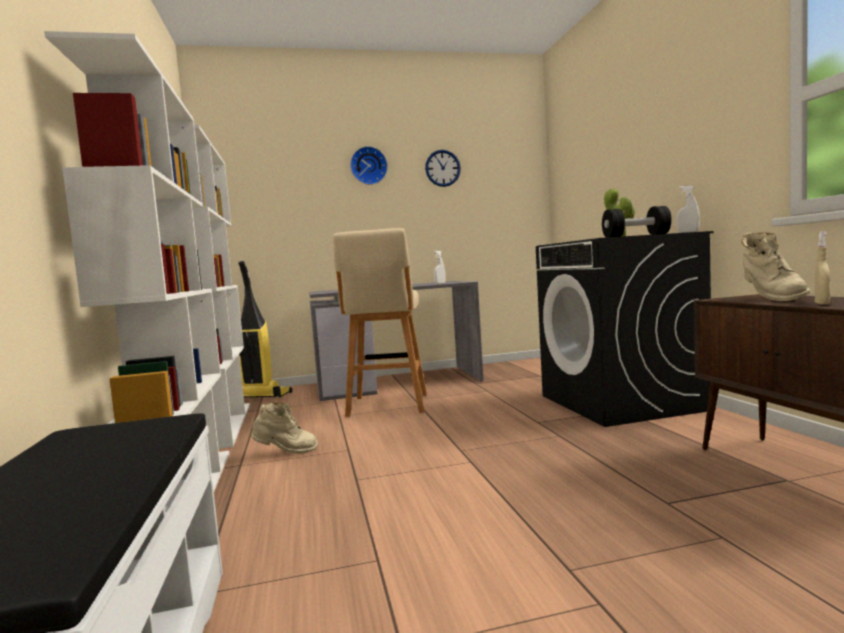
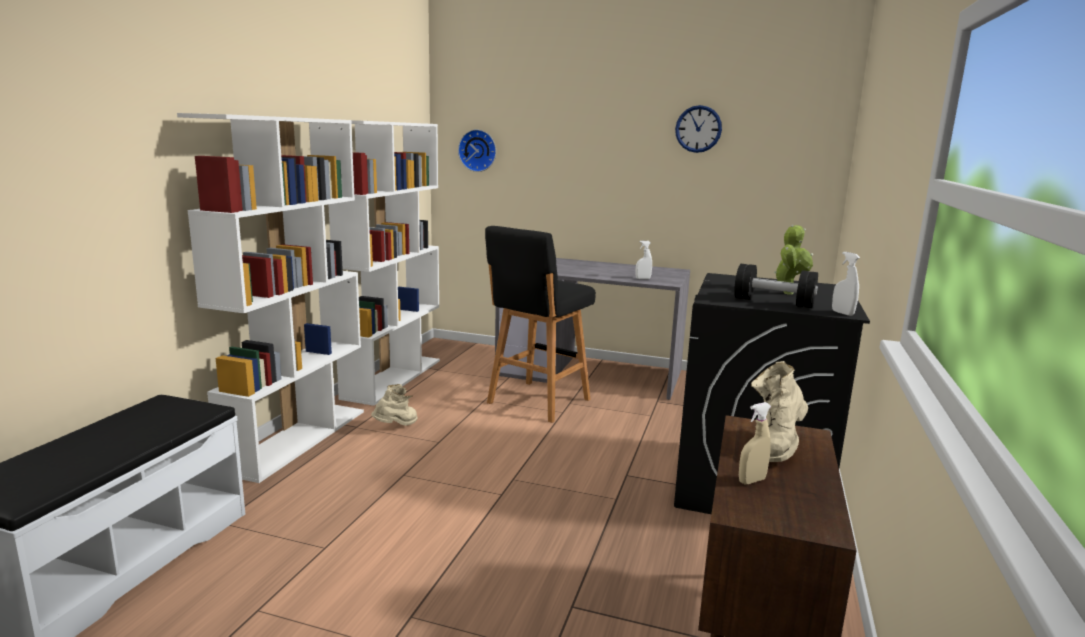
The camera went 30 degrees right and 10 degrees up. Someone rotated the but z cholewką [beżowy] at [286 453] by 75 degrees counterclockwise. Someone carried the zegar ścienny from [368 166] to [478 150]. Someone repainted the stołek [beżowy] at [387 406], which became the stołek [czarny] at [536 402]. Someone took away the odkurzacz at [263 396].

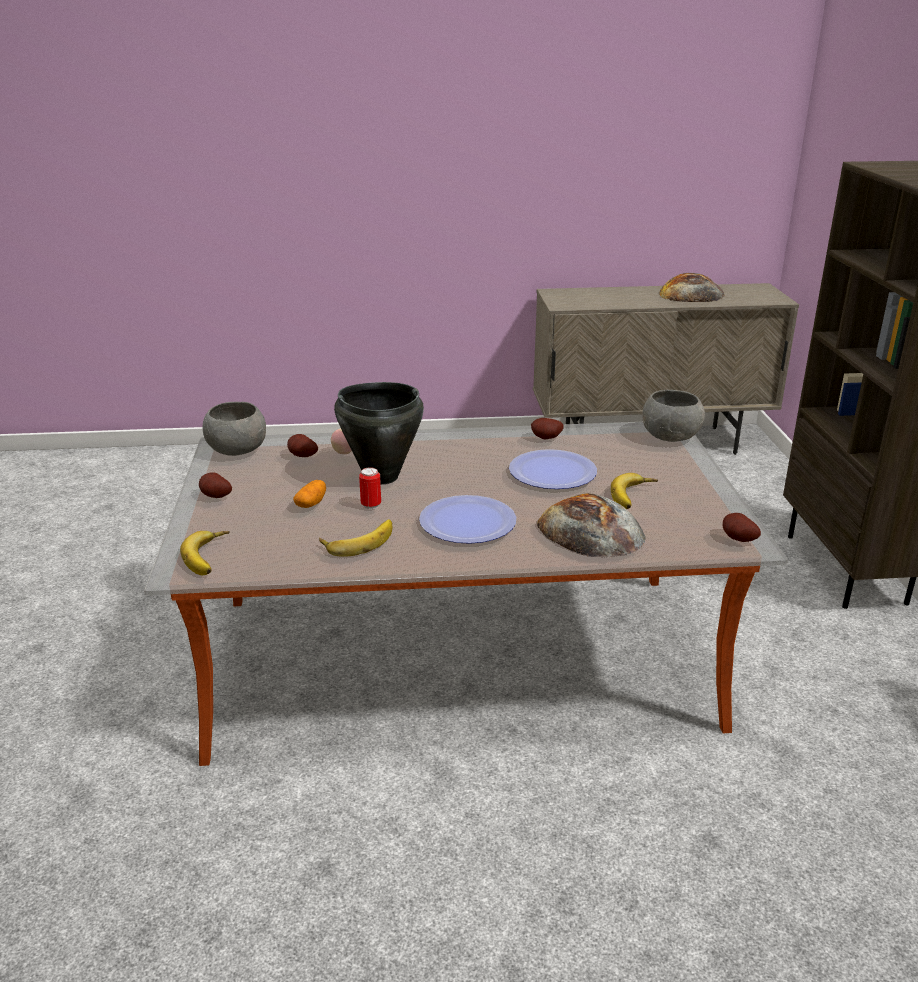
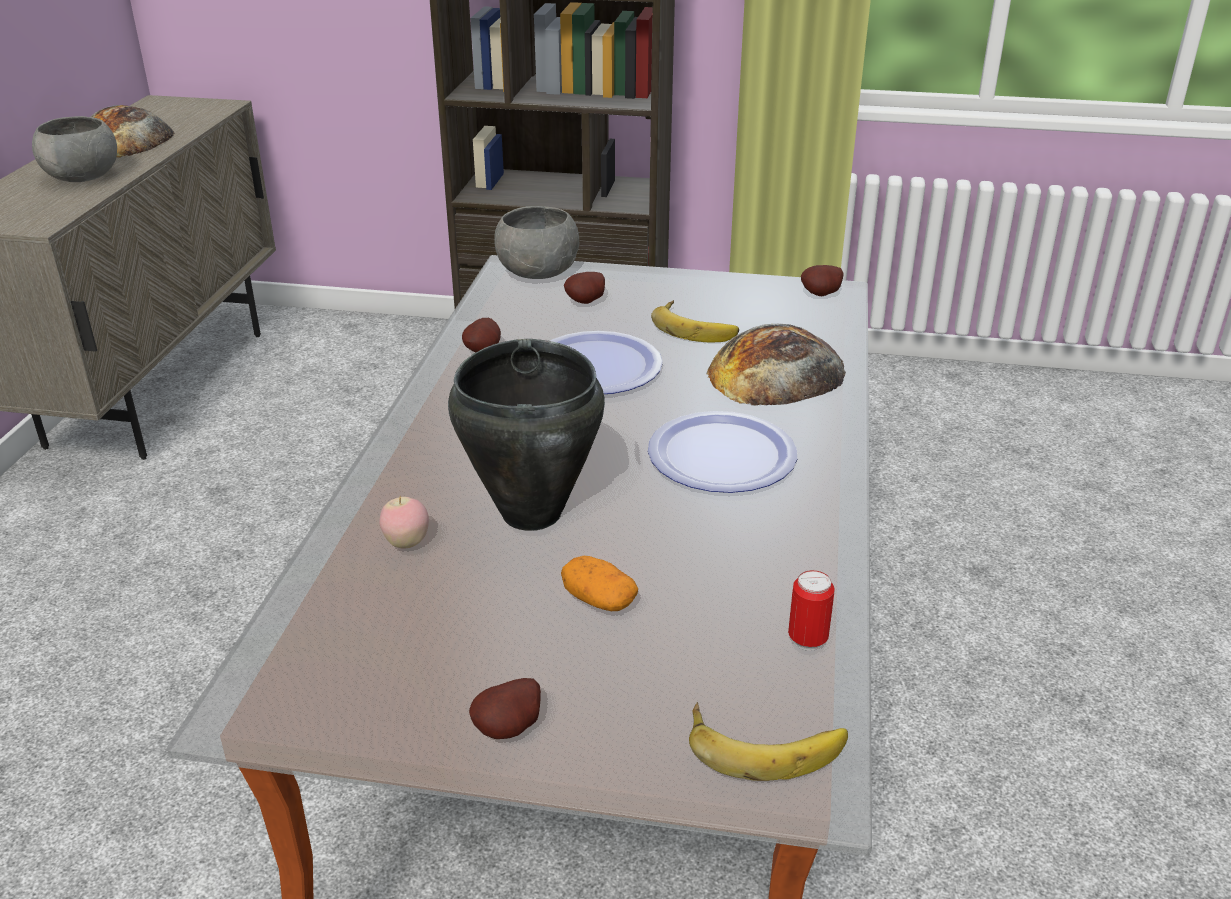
The camera went 75 degrees left and 5 degrees up. Someone carried the miska [szary] from [237 450] to [81 177]. Someone carried the ziemniak from [301 456] to [587 302]. Someone carried the puszka from [371 505] to [807 640]. Someone took away the banan at [358 541].

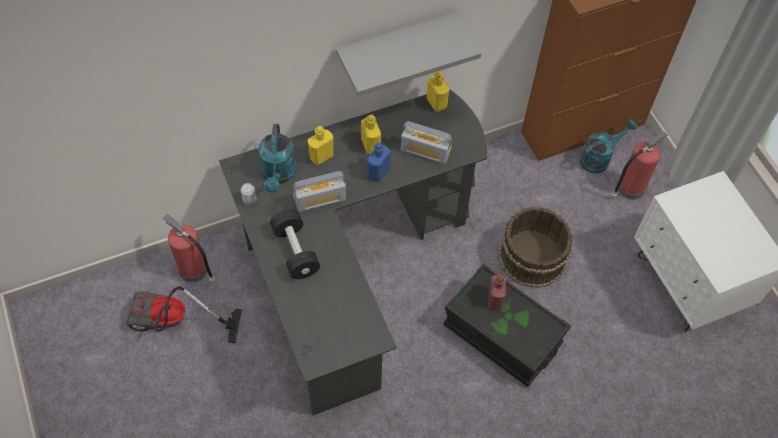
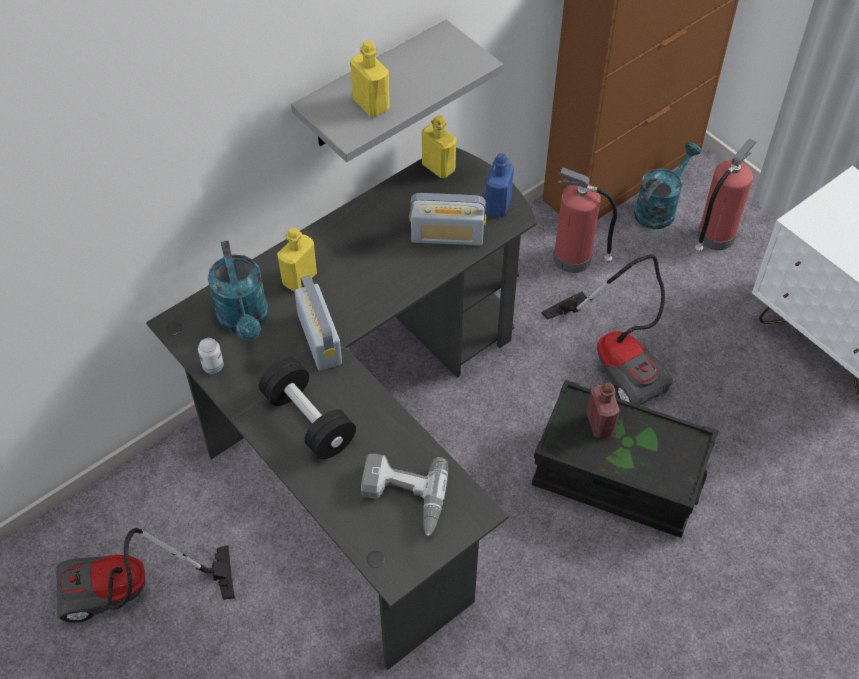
The camera went 15 degrees left and 5 degrees down. Someone rotated the radio at [320 200] by 75 degrees counterclockwise. Someone carried the butelka [żółty] from [370 145] to [371 104]. Someone put down the wiertarka at [403 498]. Someone carried the butelka [niebieski] from [378 172] to [498 205]. Someone swapped the wiadro [brązowy] at [531 257] for the odkurzacz at [618 360]. Someone carried the gaśnica from [194 270] to [574 258].

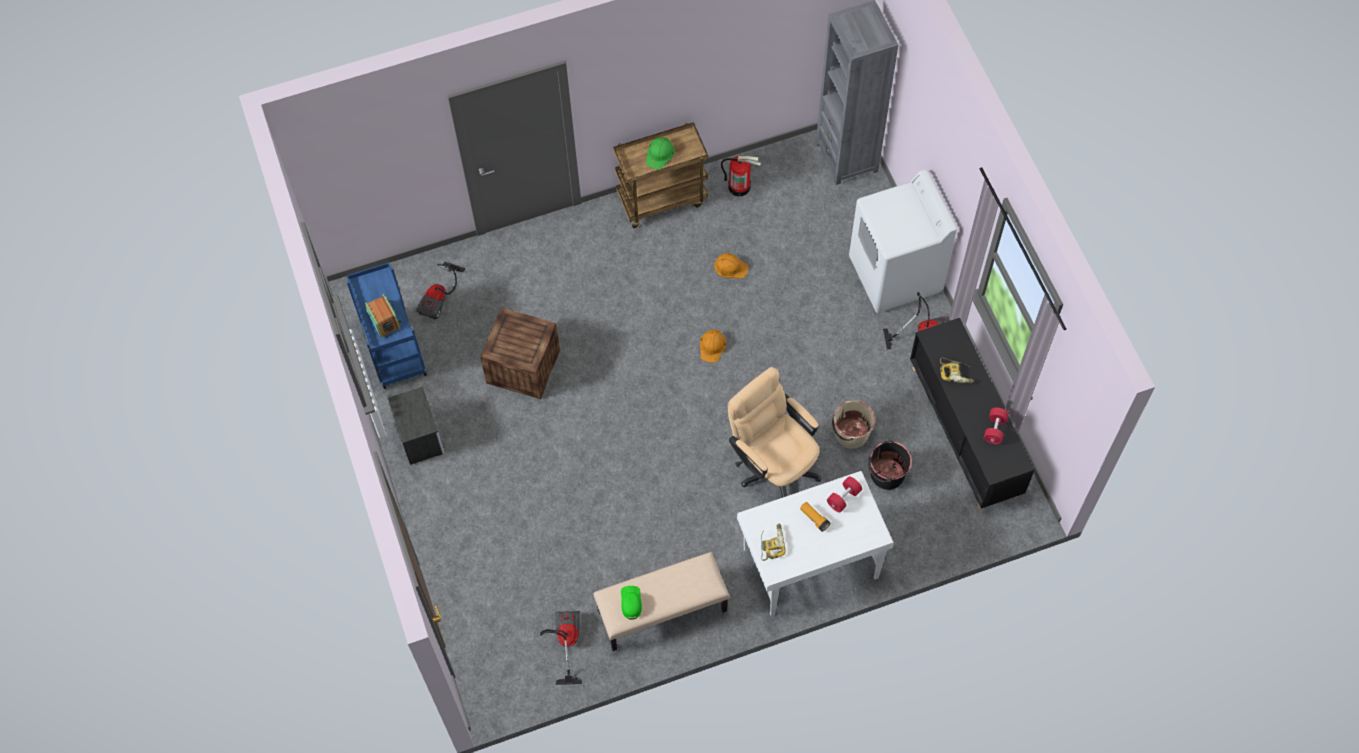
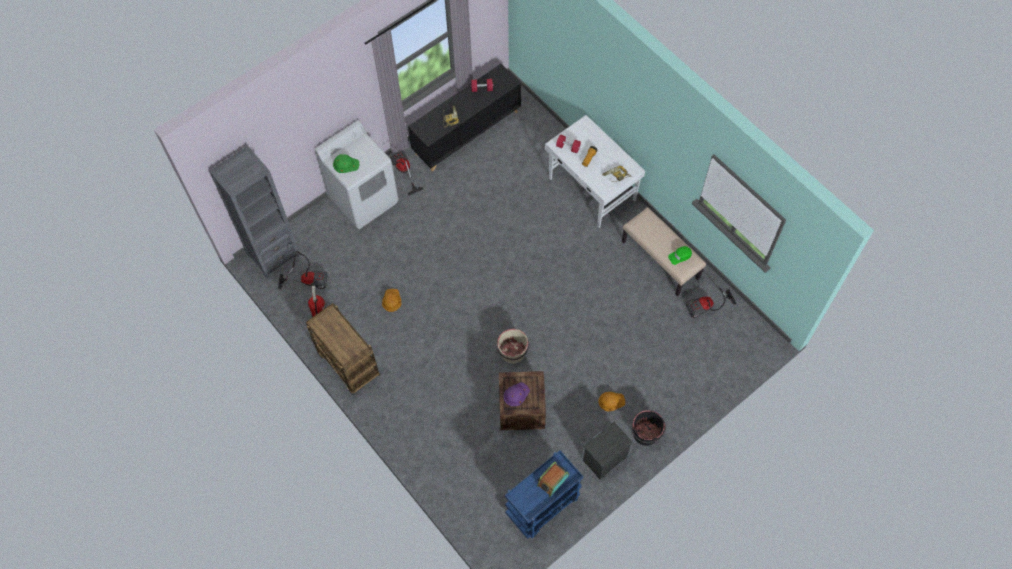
The camera went 110 degrees left and 0 degrees up. Someone carried the odkurzacz from [440 298] to [308 280]. Someone carried the kask [zielony] from [660 153] to [345 164]. Someone carried the wiadro [beżowy] from [851 434] to [513 353]. Someone put down the kask [fioletowy] at [516 394]. Someone carried the kask [pomarańczowy] from [712 346] to [611 401]. Someone carried the wiadro [czarny] from [886 474] to [646 434]. Someone took away the krzesło biurowe [beżowy] at [773 464].

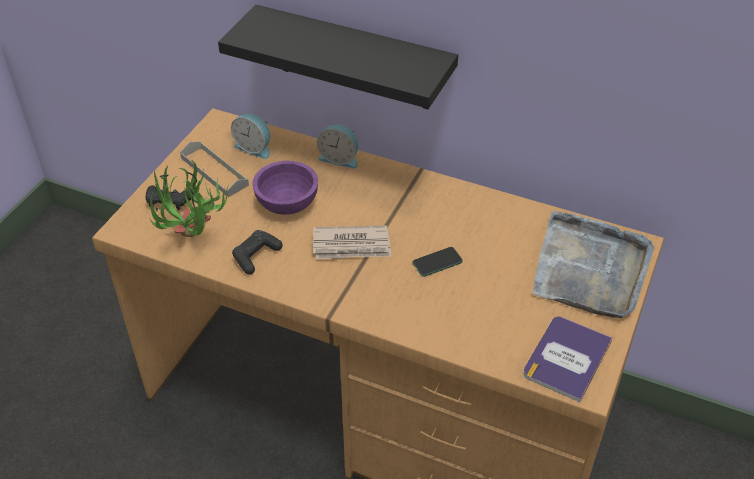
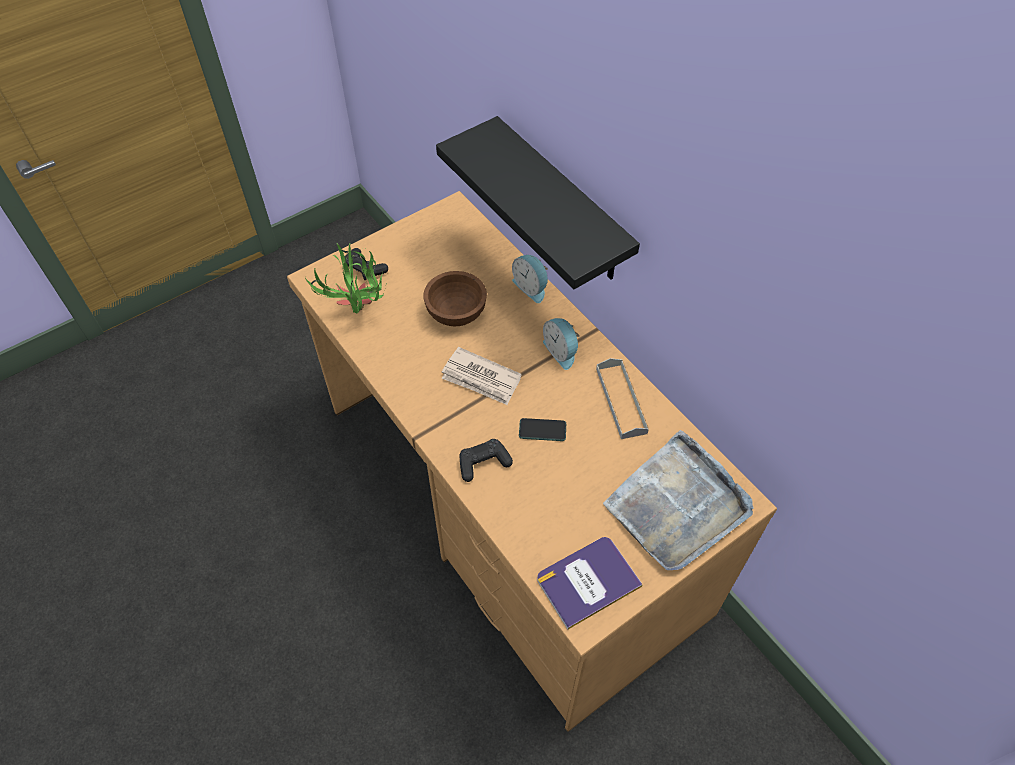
The camera went 30 degrees right and 10 degrees up. Someone repainted the miska [fioletowy] at [286 203], which became the miska [brązowy] at [456 312]. Someone carried the pad do gier [czarny] from [256 256] to [483 463]. Someone carried the budzik from [254 148] to [561 351]. Someone carried the taca [szary] from [214 171] to [621 400].

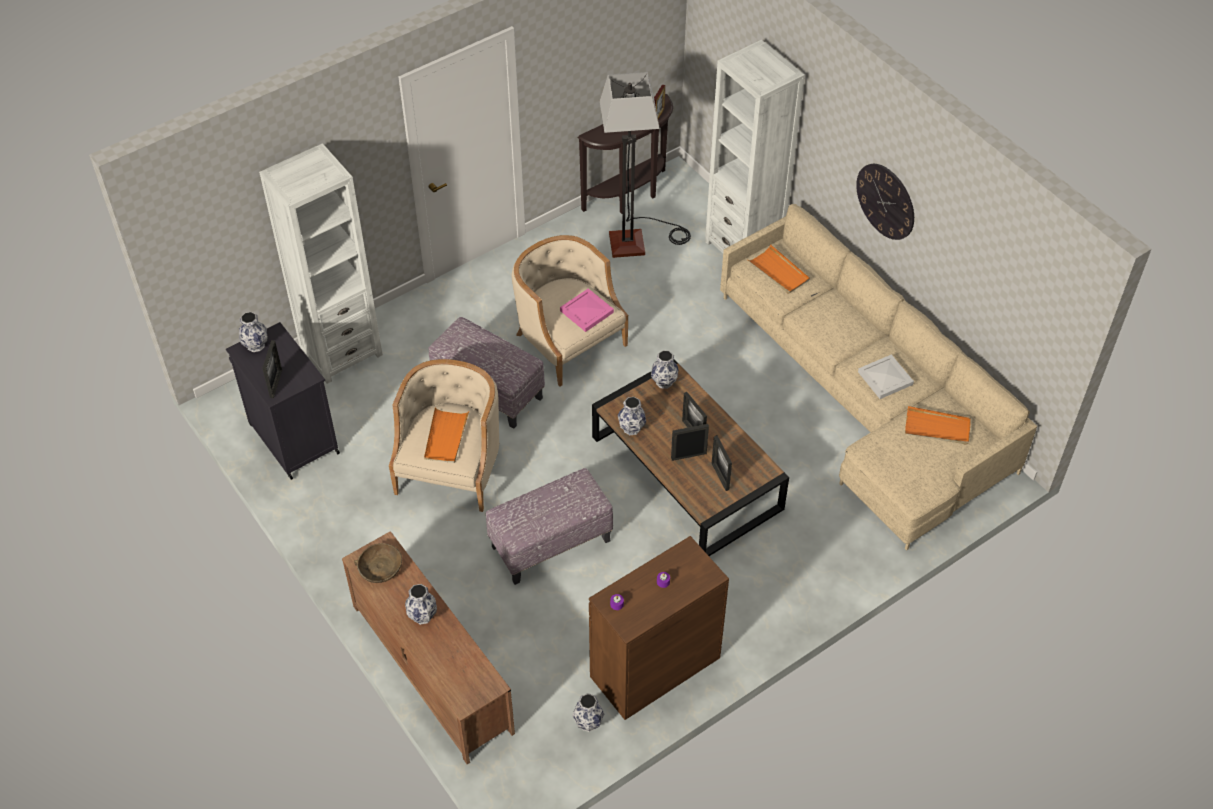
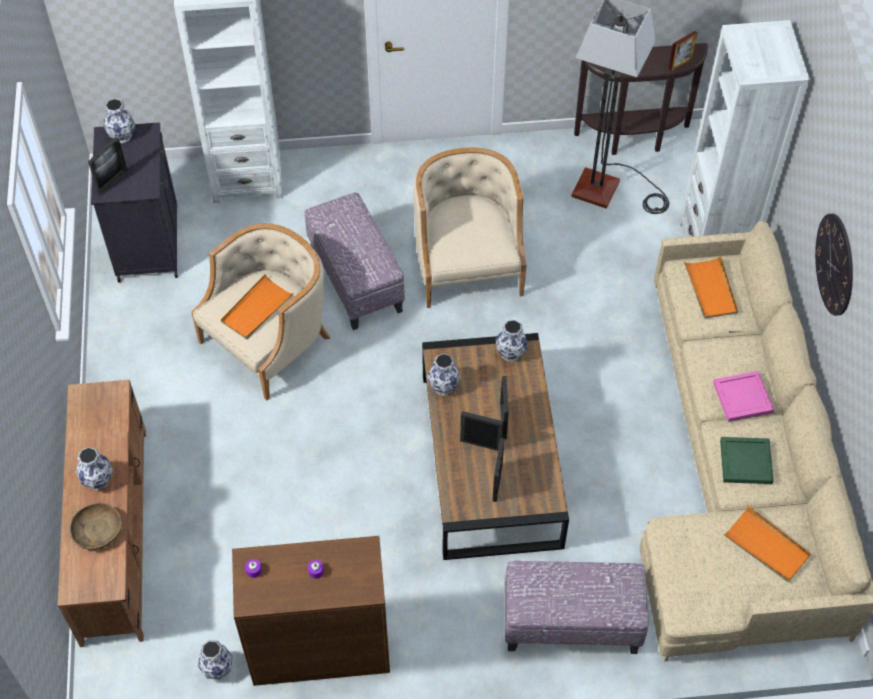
The camera went 30 degrees right and 5 degrees up. Someone carried the miska [brązowy] from [380 568] to [97 531]. Someone carried the pufa from [550 544] to [571 624]. Someone carried the taca [różowy] from [586 312] to [742 398]. Someone repainted the taca [biały] at [885 379], which became the taca [zielony] at [745 462].

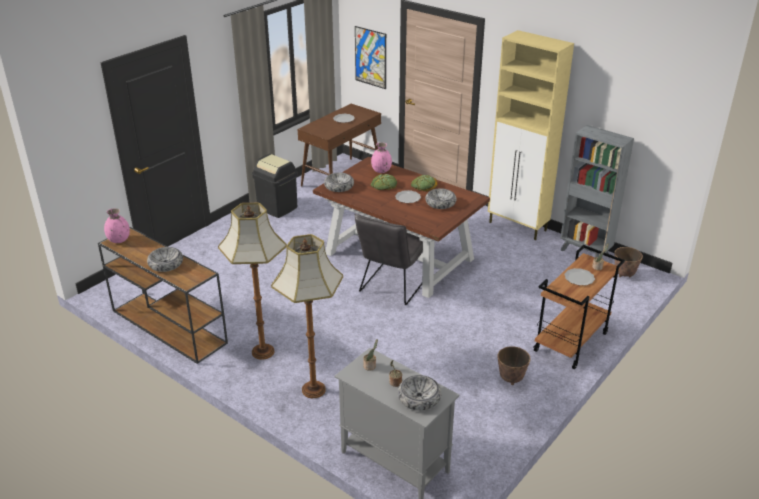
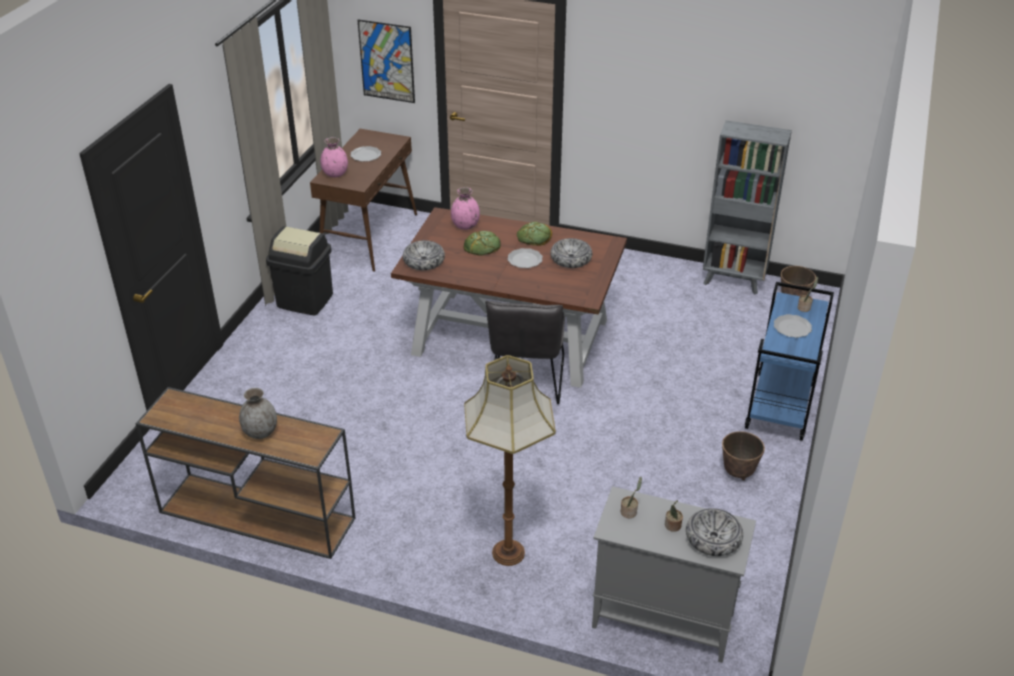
The camera went 20 degrees left and 5 degrees up. Someone swapped the miska at [166 264] for the wazon [szary] at [260 432]. Someone carried the wazon [różowy] from [119 240] to [335 174]. Someone repainted the wózek [brązowy] at [571 343], which became the wózek [niebieski] at [780 407]. Someone took away the lampa stojąca at [263 352]. Someone took away the szafka [beżowy] at [518 227].

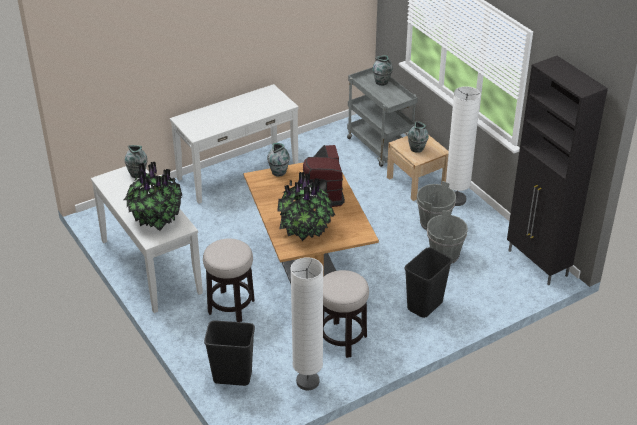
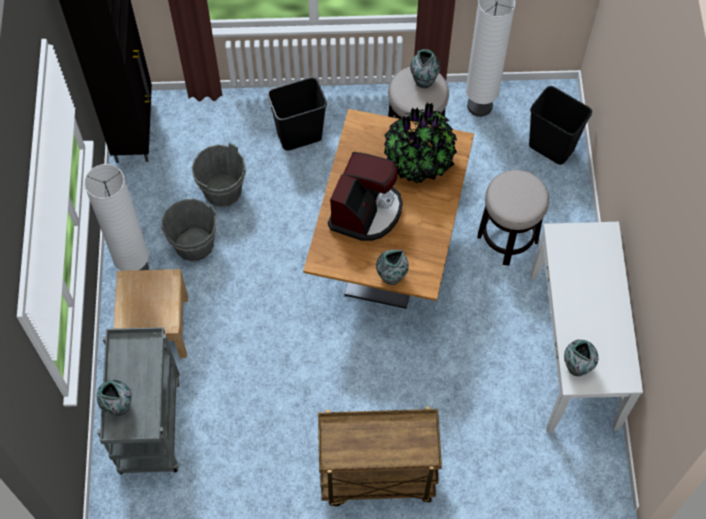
The camera went 150 degrees left and 25 degrees up. Someone swapped the stolik konsolowy [biały] at [237 172] for the wózek [brązowy] at [376 477]. Someone carried the wazon from [417 149] to [424 80]. Someone took away the roślina doniczkowa at [156 218].

